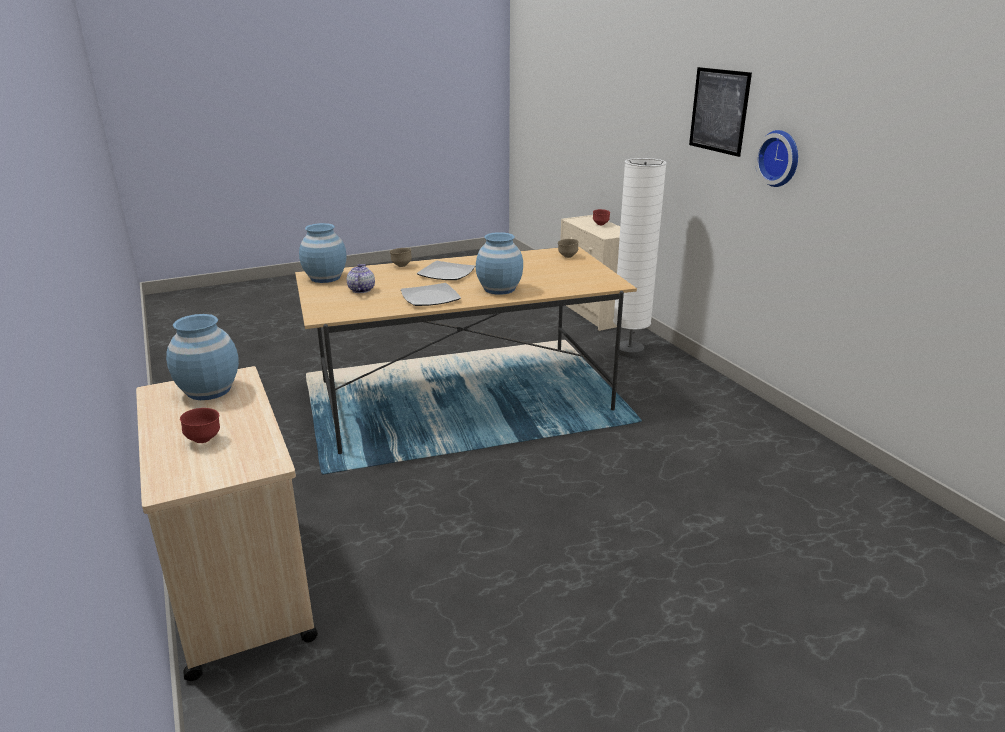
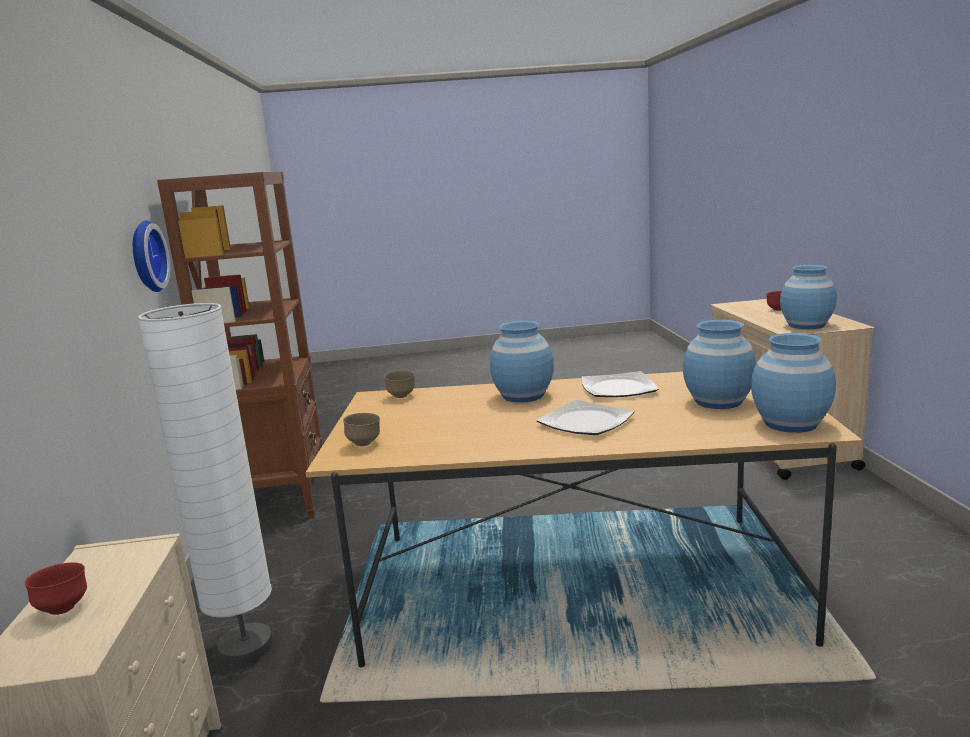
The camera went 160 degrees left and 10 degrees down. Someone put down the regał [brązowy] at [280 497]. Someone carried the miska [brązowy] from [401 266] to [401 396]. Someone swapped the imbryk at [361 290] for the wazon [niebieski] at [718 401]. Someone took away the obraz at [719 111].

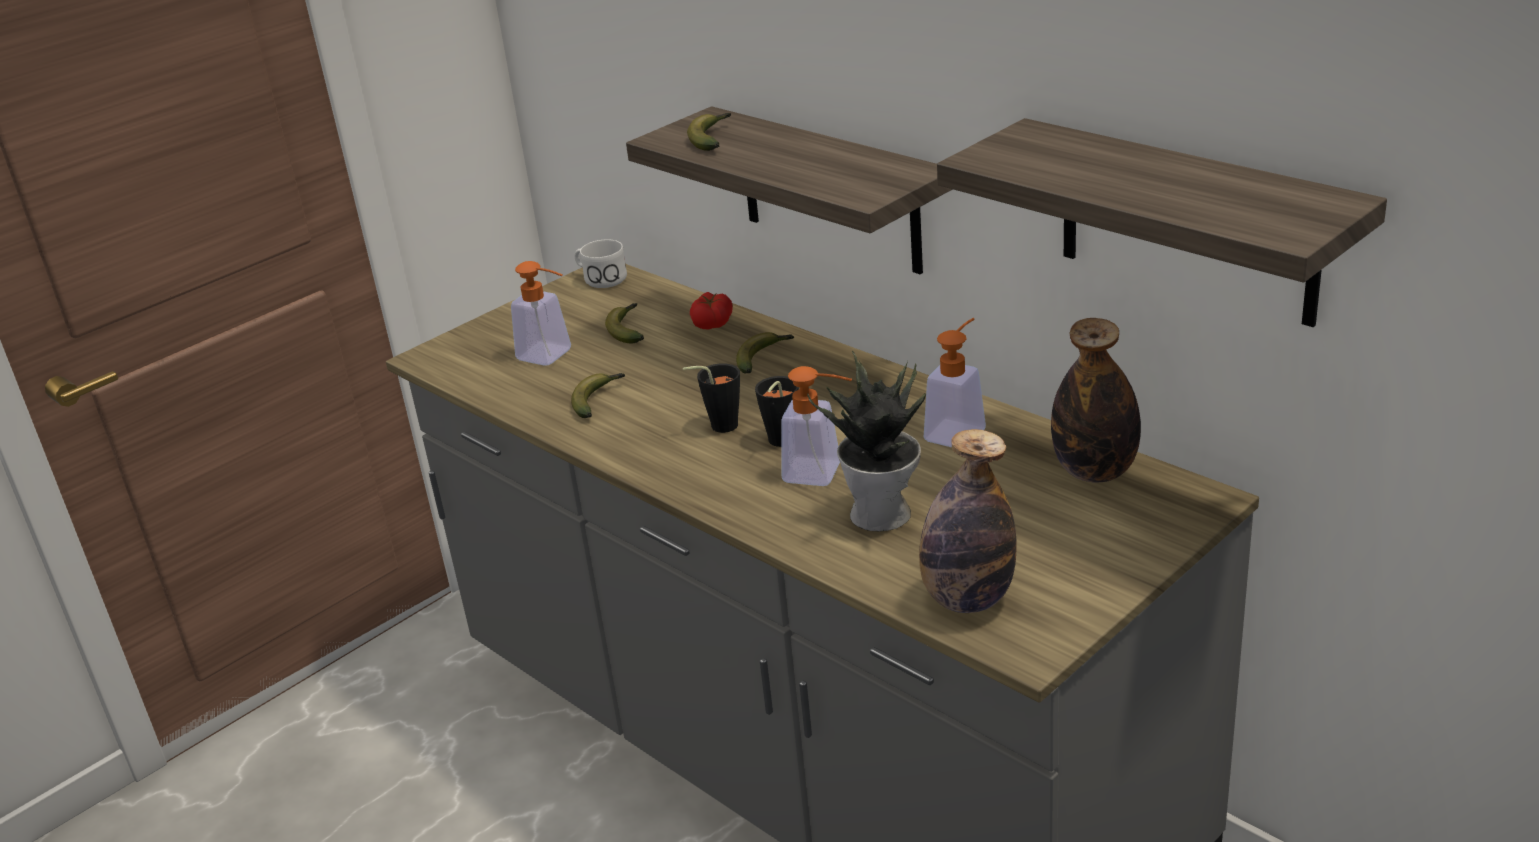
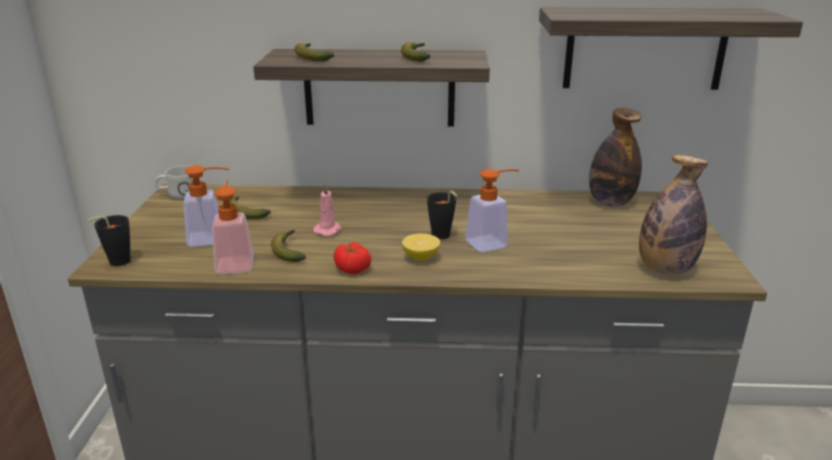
The camera went 45 degrees left and 5 degrees down. Someone carried the filiżanka [czarny] from [718 426] to [115 263]. Someone carried the dozownik mydła from [959 430] to [235 262]. Someone put down the świeca [różowy] at [329 230]. Someone carried the pomidor from [712 322] to [352 268]. Someone carried the banan from [763 358] to [416 57]. Someone put down the cytryna at [421 258]. Someone took away the roślina doniczkowa at [883 514].

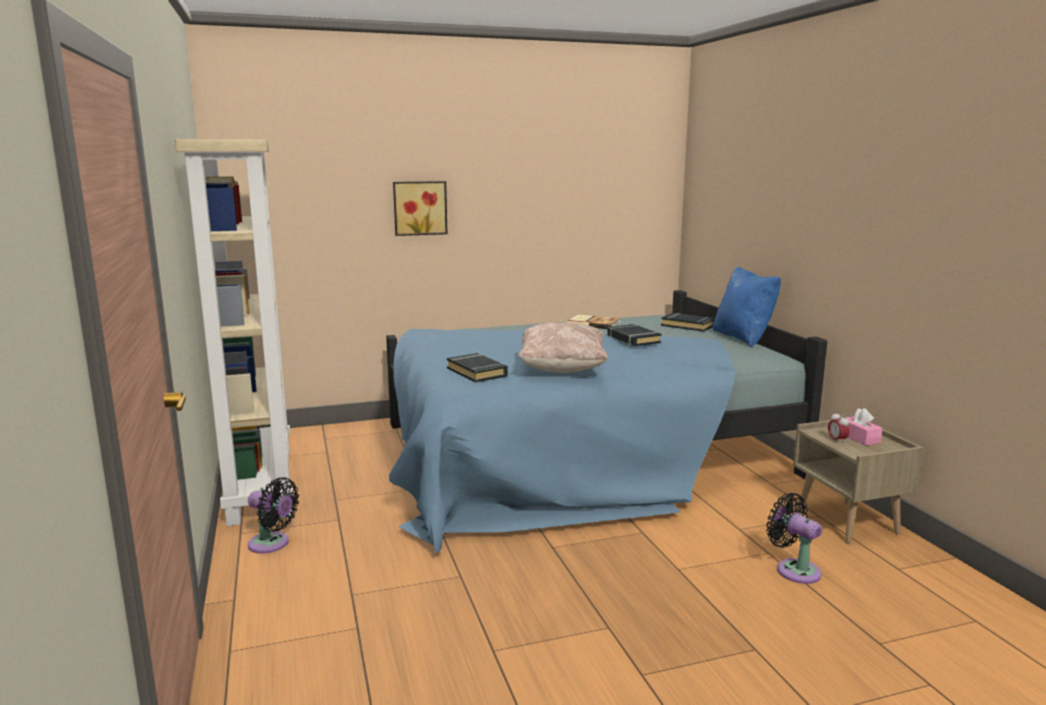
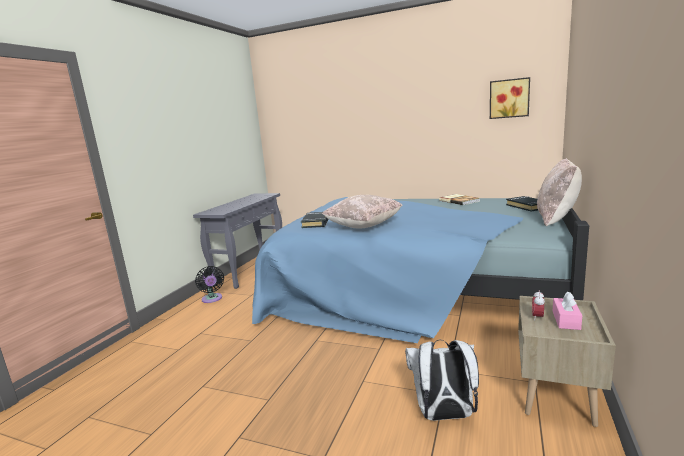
The camera went 40 degrees right and 0 degrees up. Someone swapped the regał [beżowy] at [259 483] for the stolik konsolowy [szary] at [250 270]. Someone swapped the wentylator [czarny] at [794 569] for the plecak [biały] at [444 415]. Someone carried the obraz from [420 208] to [509 98]. Someone repainted the poduszka [niebieski] at [743 338], which became the poduszka [beżowy] at [556 219]. Someone took away the książka [czarny] at [633 339].

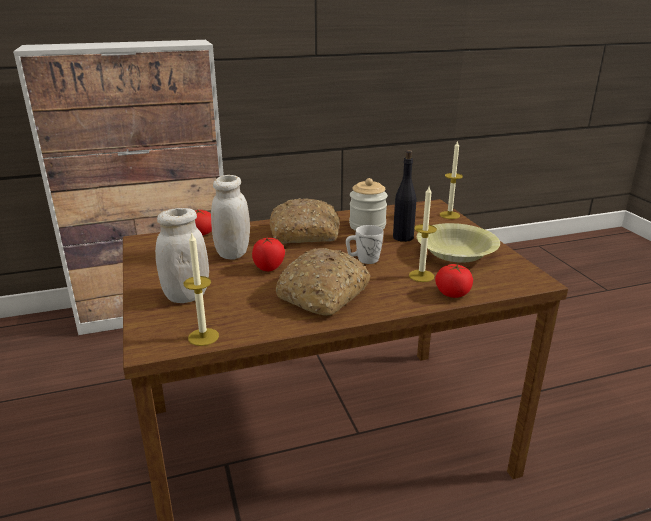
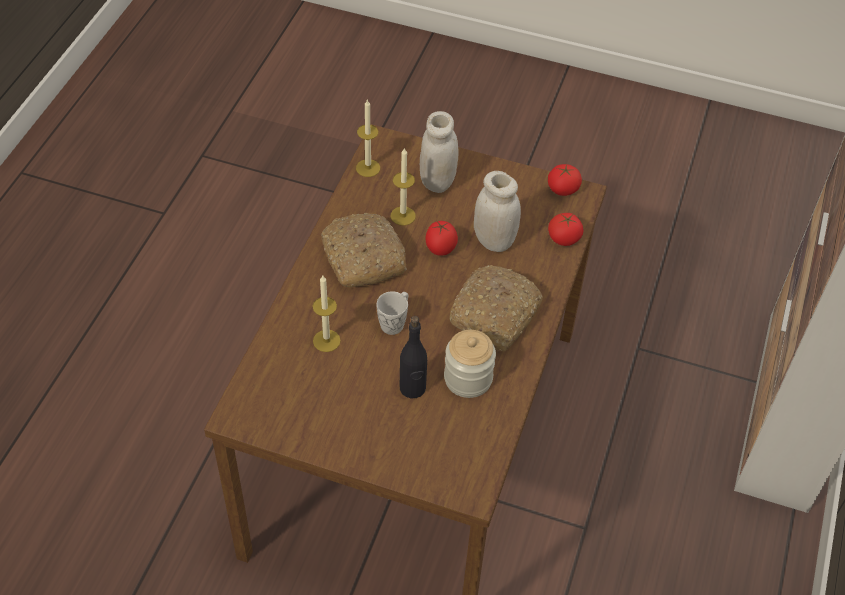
The camera went 125 degrees right and 25 degrees up. Someone carried the świeca from [449 215] to [403 216]. Someone carried the pomidor from [452 293] to [563 189]. Someone took away the miska [żółty] at [456 253].

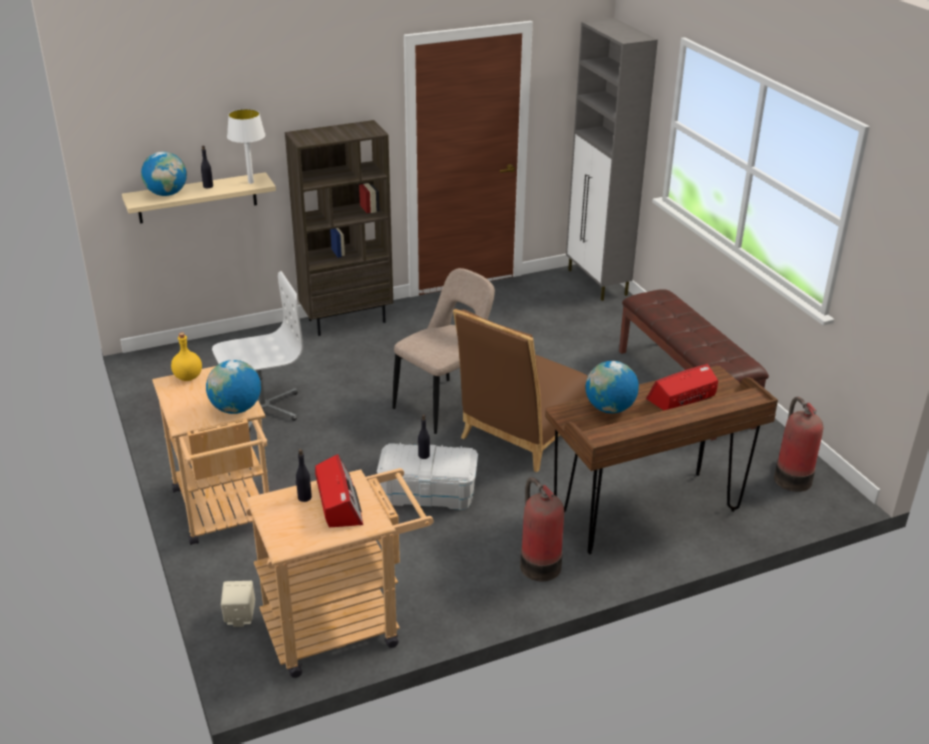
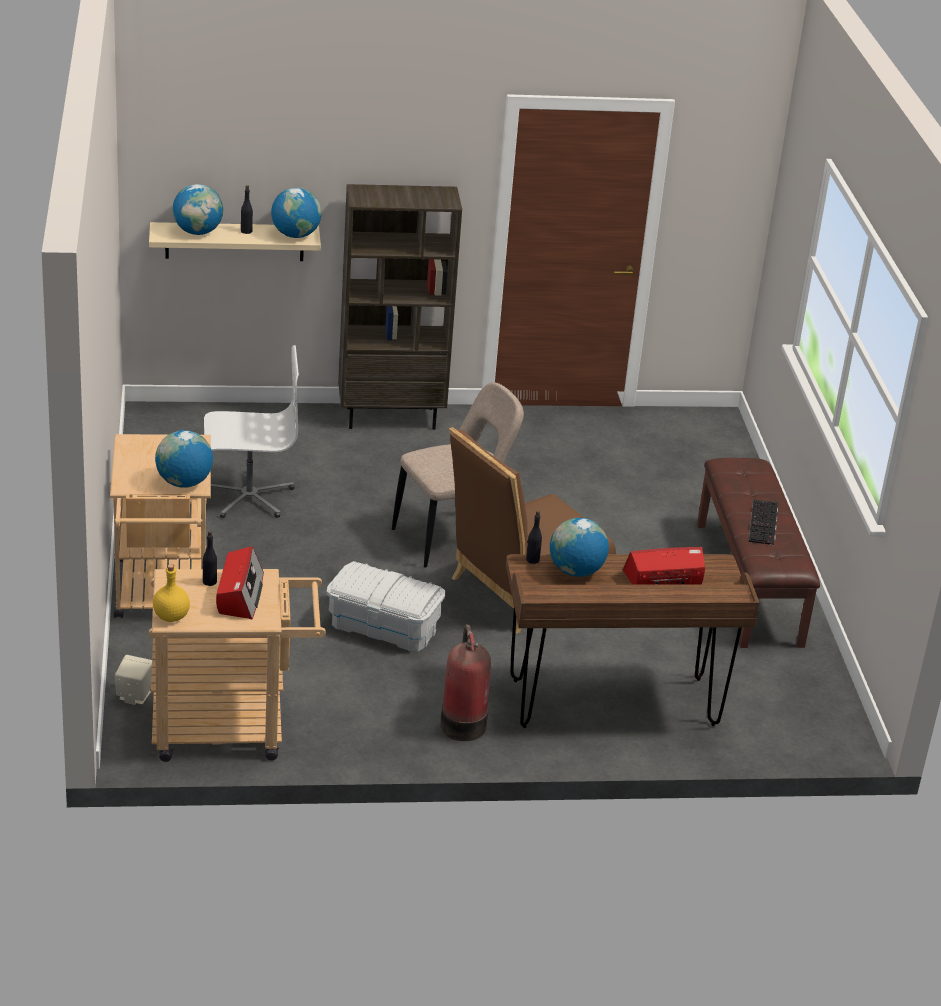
The camera went 15 degrees right and 0 degrees up. Someone carried the butelka [żółty] from [187 377] to [170 617]. Someone swapped the lampa stołowa [biały] at [251 182] for the globus at [295 235]. Someone carried the butelka [czarny] from [423 455] to [532 560]. Someone put down the klawiatura at [764 523]. Someone took away the szafka [szary] at [597 283]. Someone took away the gaśnica at [791 477].

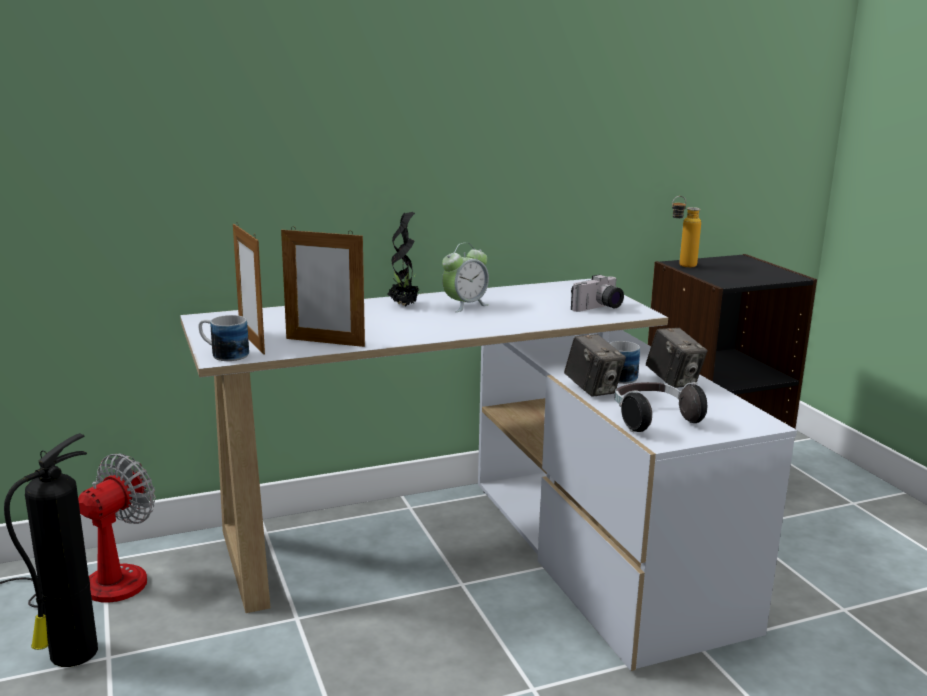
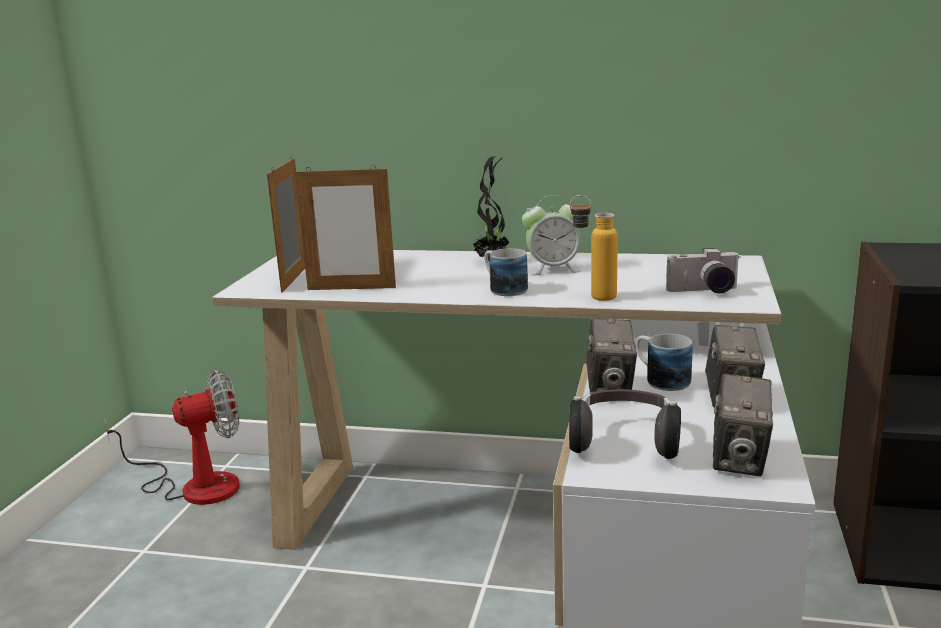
The camera went 35 degrees right and 0 degrees up. Someone rotated the ramka na zdjęcie at [325 342] by 45 degrees counterclockwise. Someone carried the kubek from [223 354] to [503 289]. Someone carried the butelka from [681 266] to [593 296]. Someone put down the aparat fotograficzny at [739 460]. Someone took away the gaśnica at [71 655].

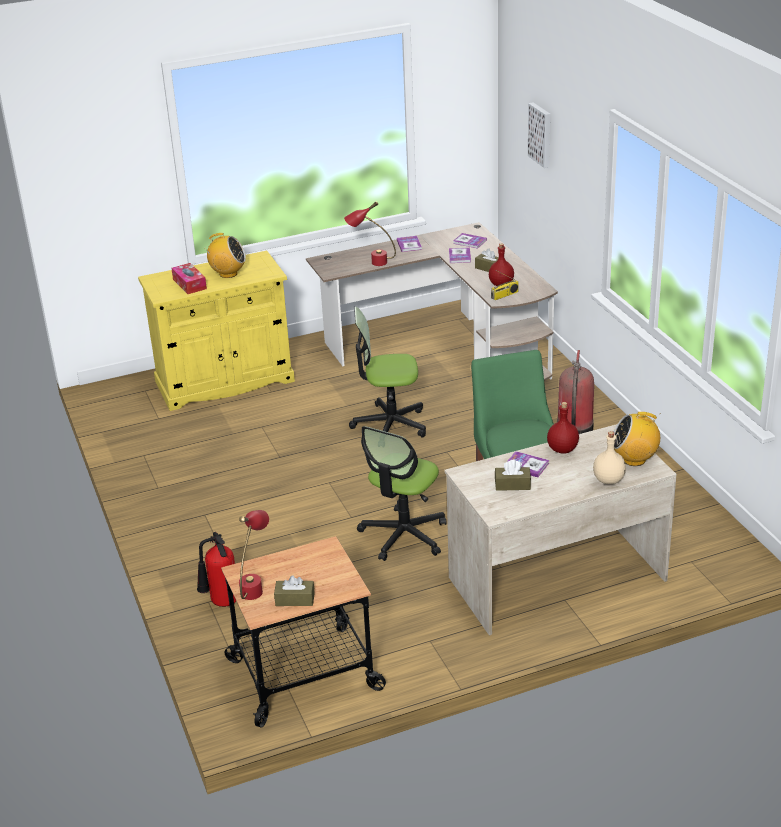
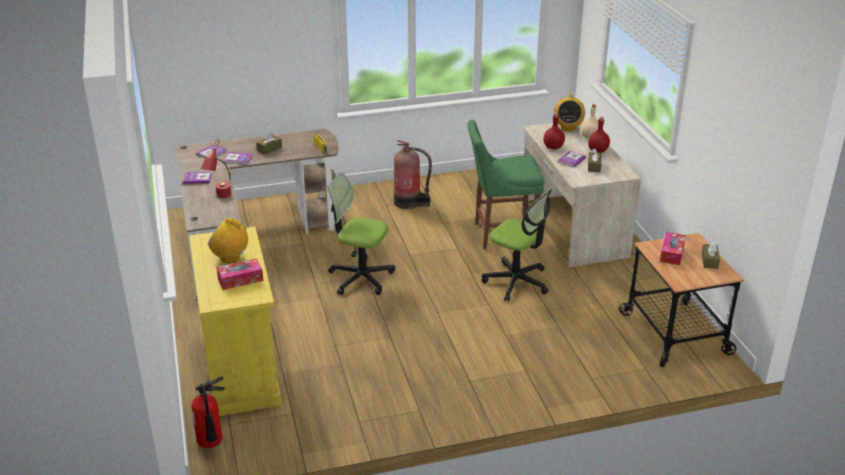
The camera went 85 degrees left and 0 degrees up. Someone carried the gaśnica from [221 603] to [212 444]. Someone rotated the radio at [228 274] by 90 degrees counterclockwise. Someone rotated the krzesło biurowe at [390 425] by 105 degrees clockwise. Someone carried the butelka [czerwony] from [501 284] to [598 151]. Someone put down the pudełko chusteczek at [672 253]. Someone took away the lampa stołowa [czerwony] at [255 585]. Someone took away the obraz at [541 134].

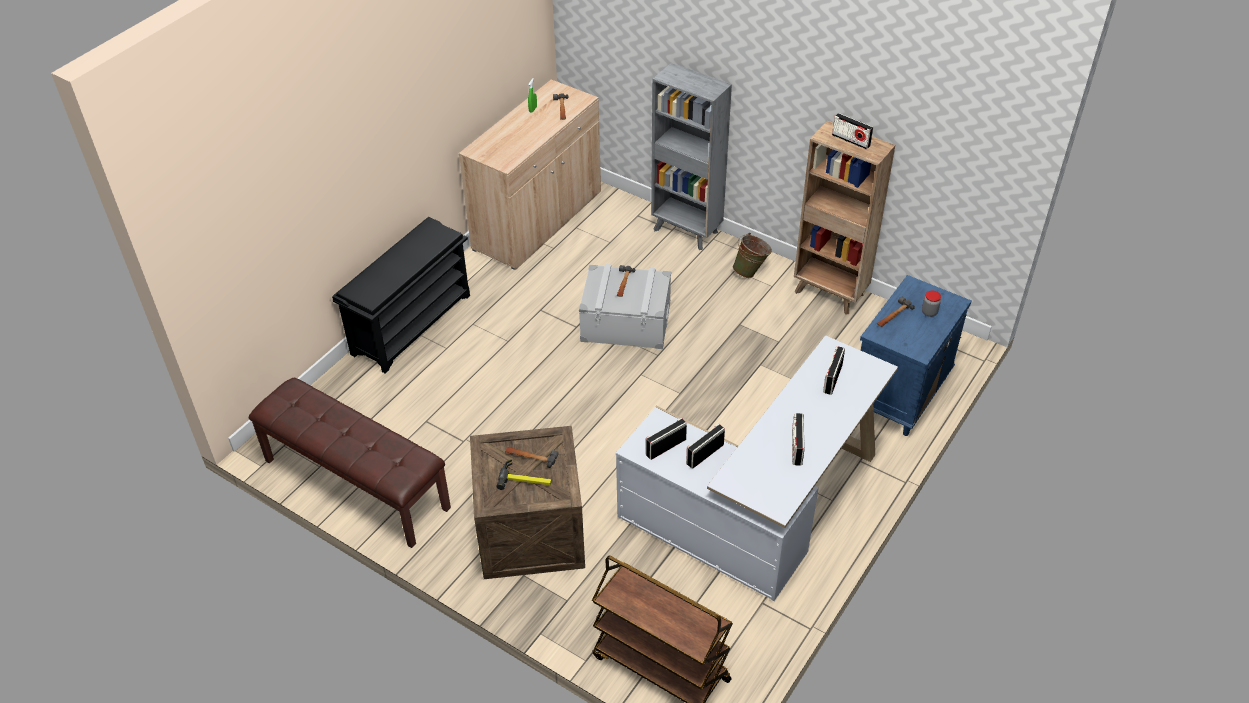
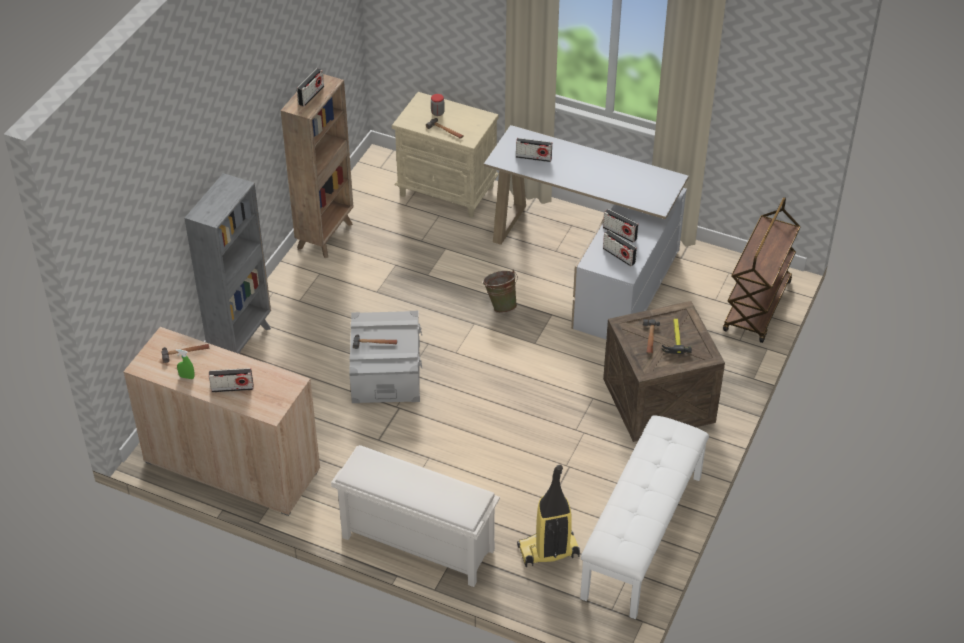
The camera went 100 degrees left and 0 degrees up. Someone carried the radio from [796 447] to [232 388]. Someone repainted the regał na buty [czarny] at [412 323], which became the regał na buty [biały] at [416 544]. Someone repainted the szafka nocna [niebieski] at [899 395], which became the szafka nocna [beżowy] at [448 191]. Someone carried the wiadro [zielony] from [751 272] to [500 305]. Someone put down the odkurzacz at [548 552]. Someone repainted the ławka [brązowy] at [355 484], which became the ławka [biały] at [643 537].

